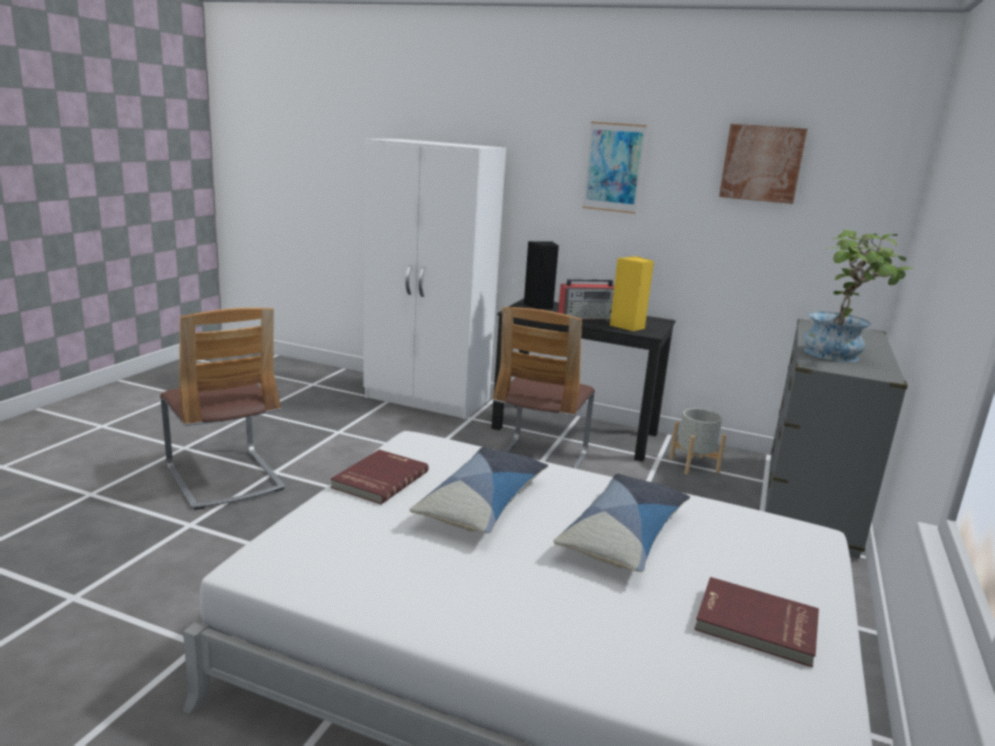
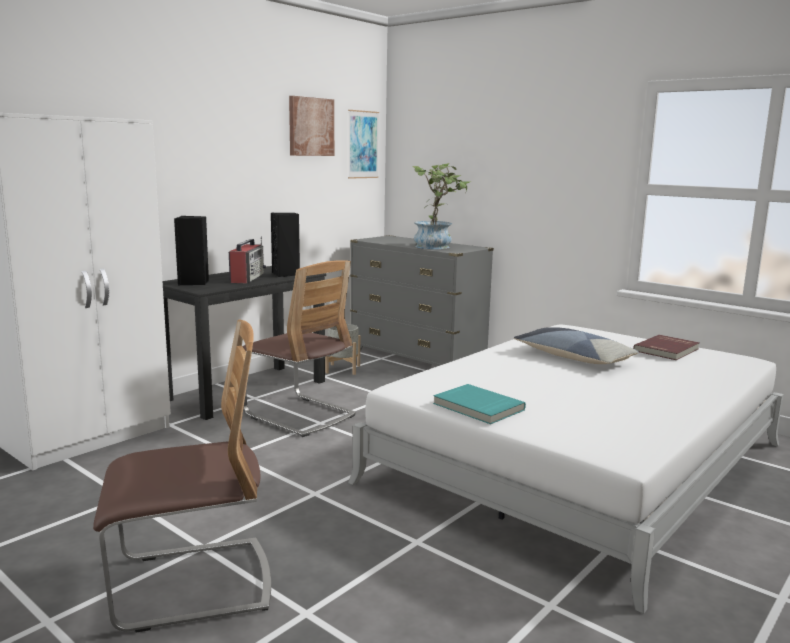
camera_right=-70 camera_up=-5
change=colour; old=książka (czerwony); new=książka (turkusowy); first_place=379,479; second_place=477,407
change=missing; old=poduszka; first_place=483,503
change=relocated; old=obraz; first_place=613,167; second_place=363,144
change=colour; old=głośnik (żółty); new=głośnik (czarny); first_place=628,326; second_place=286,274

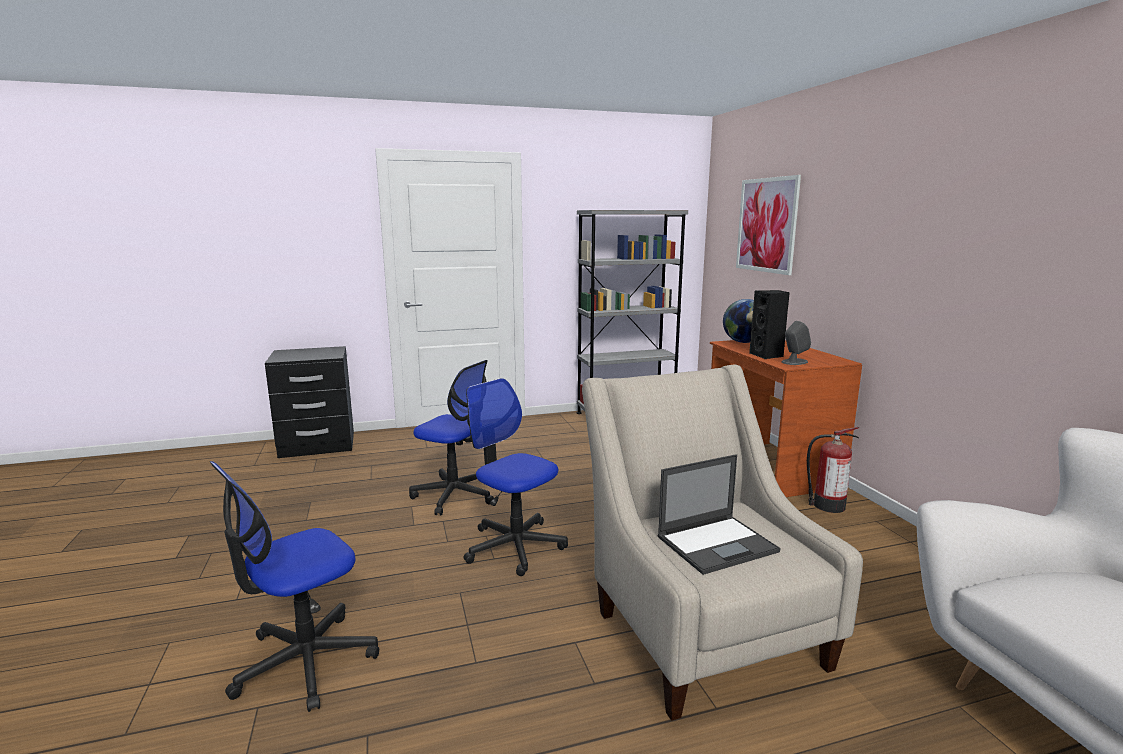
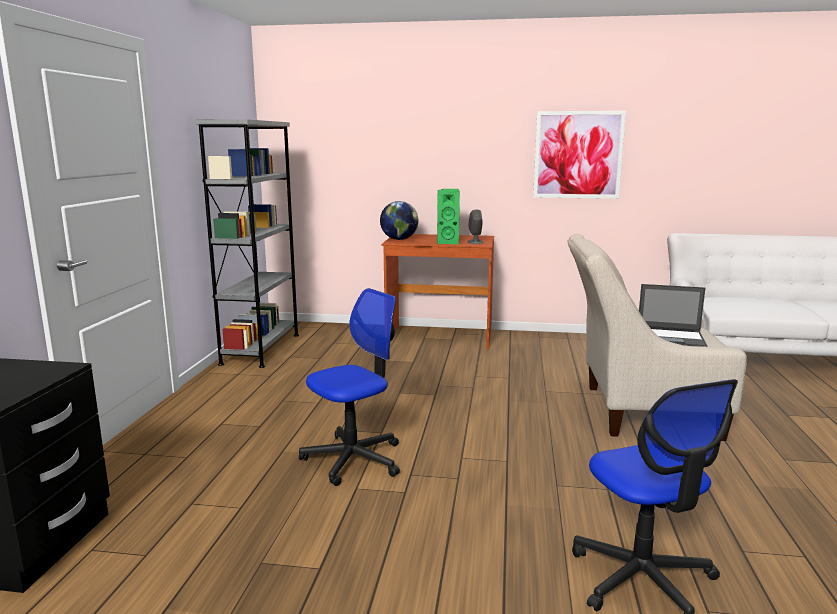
camera_right=-65 camera_up=0
change=missing; old=krzesło biurowe; first_place=514,546
change=spun; old=laptop; first_place=718,544; second_place=671,338; degrees=105
change=relocated; old=obraz; first_place=766,225; second_place=578,155
change=colour; old=głośnik (czarny); new=głośnik (zielony); first_place=767,355; second_place=449,242
change=missing; old=gaśnica; first_place=826,505

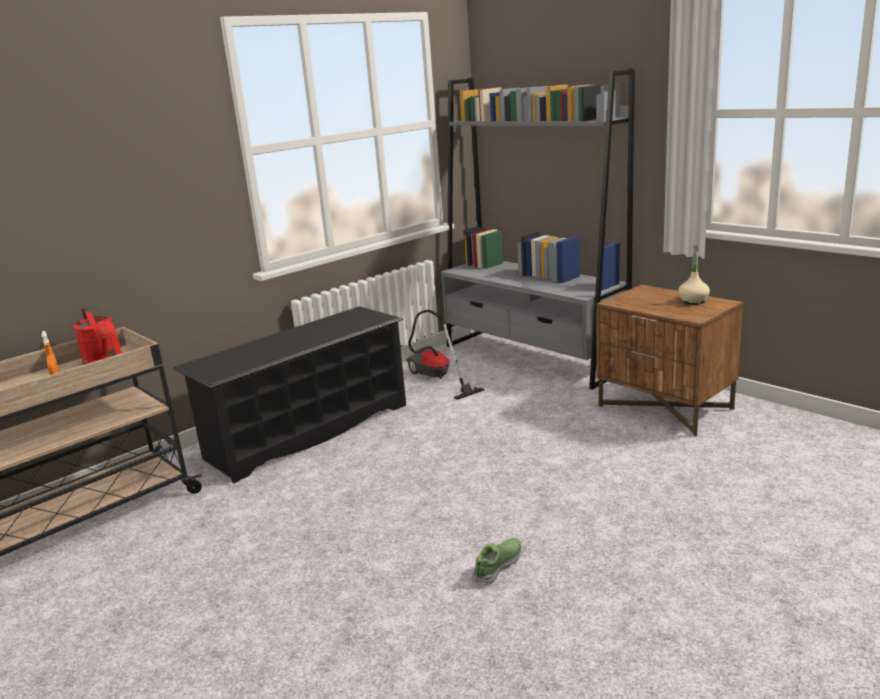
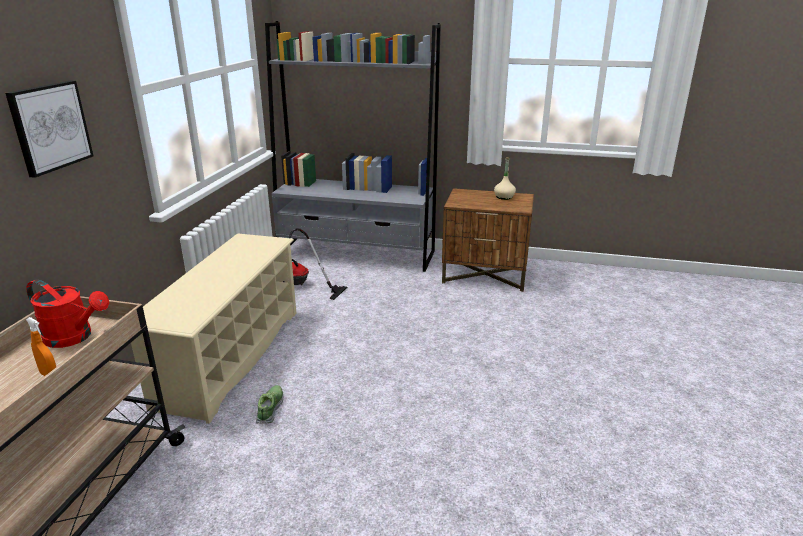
camera_right=-35 camera_up=5
change=colour; old=regał na buty (czarny); new=regał na buty (beżowy); first_place=308,431; second_place=230,356
change=relocated; old=but; first_place=498,566; second_place=270,408
change=appeared; new=obraz; second_place=50,127

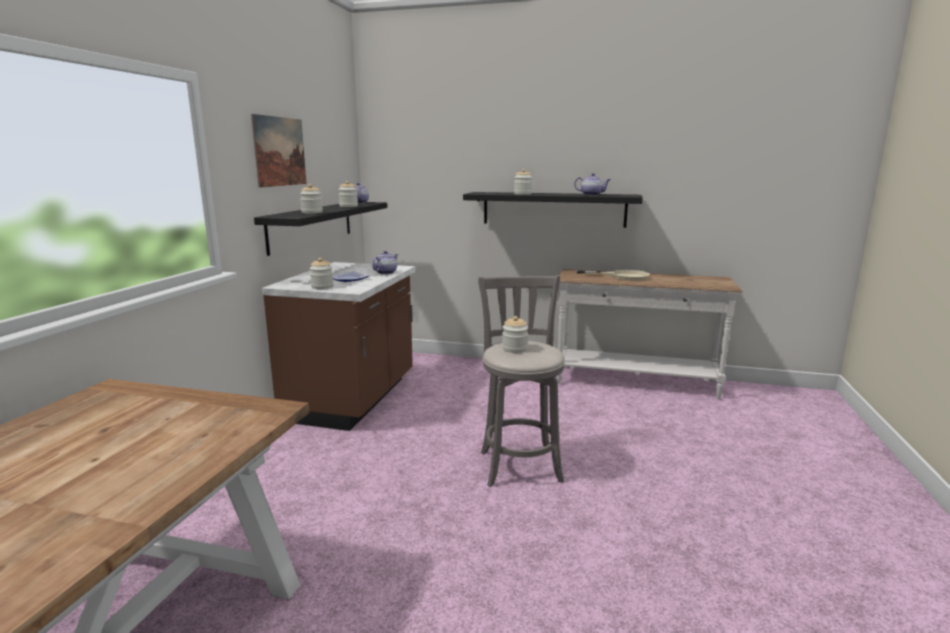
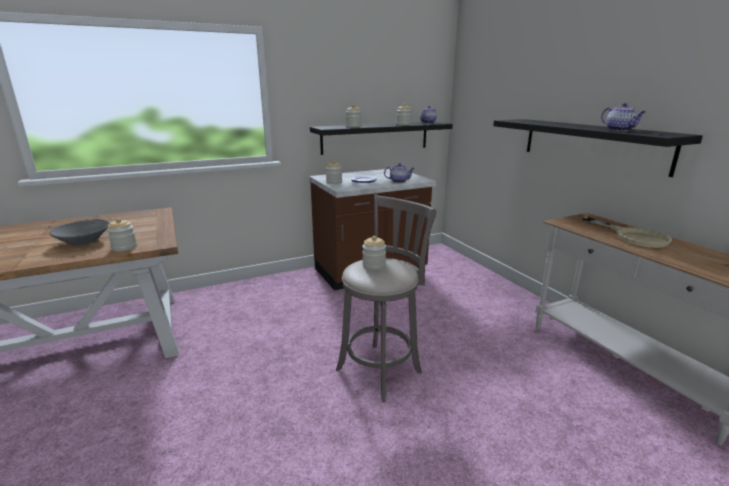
camera_right=50 camera_up=5
change=missing; old=obraz; first_place=280,151
change=relocated; old=słoik; first_place=522,194; second_place=124,247
change=appeared; new=miska (szary); second_place=84,241

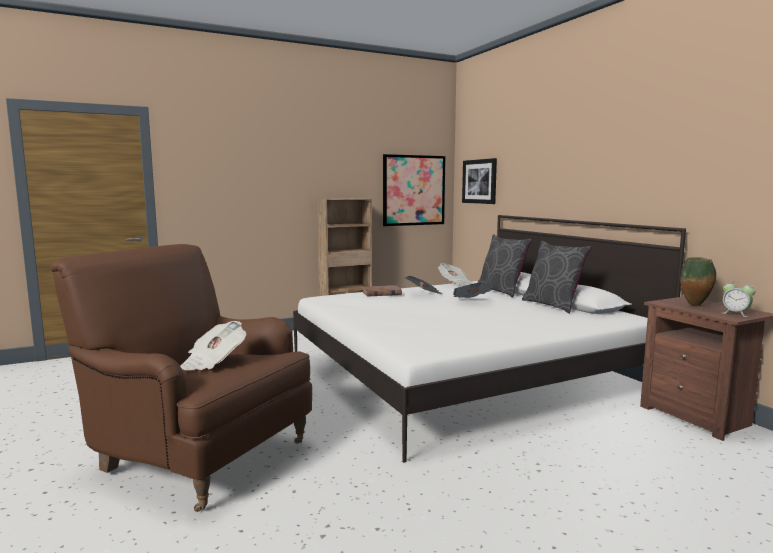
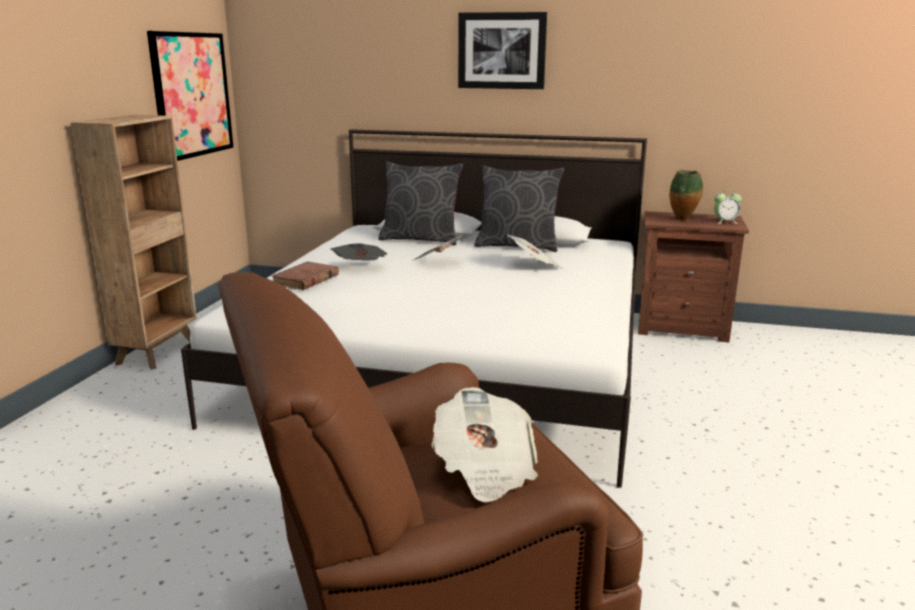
camera_right=-50 camera_up=10
change=relocated; old=gazeta; first_place=454,283; second_place=535,266
change=relocated; old=obraz; first_place=479,181; second_place=501,51

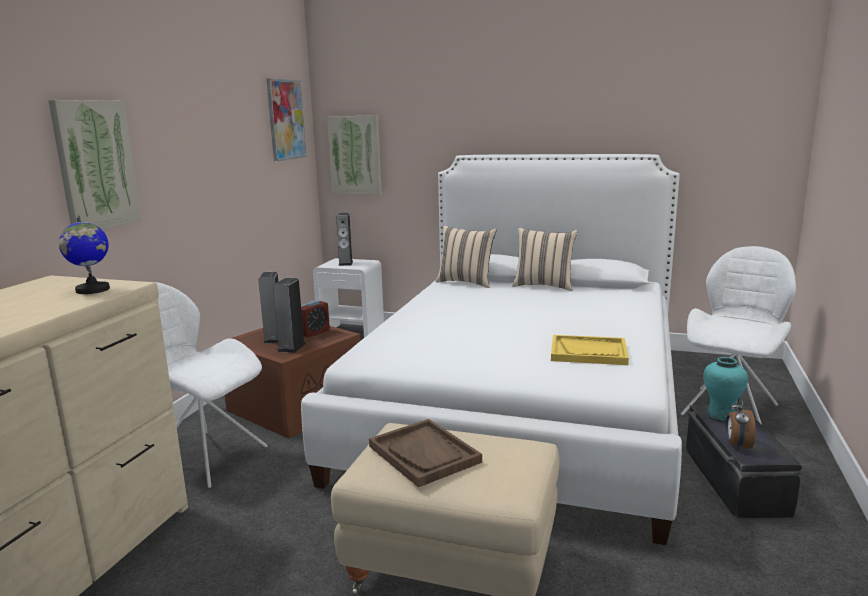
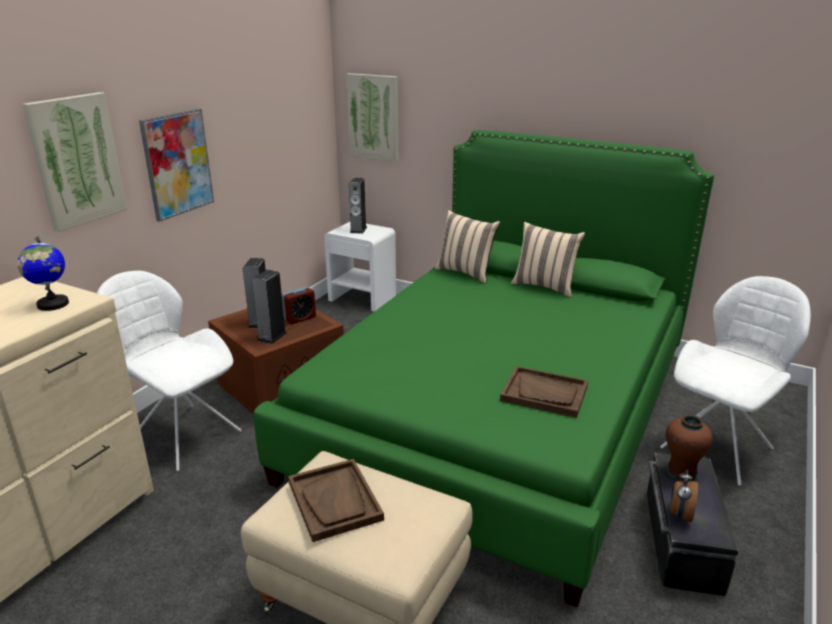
camera_right=10 camera_up=10
change=relocated; old=obraz; first_place=286,120; second_place=177,164
change=colour; old=łóżko (biały); new=łóżko (zielony); first_place=520,406; second_place=497,414
change=colour; old=taca (żółty); new=taca (brązowy); first_place=588,352; second_place=544,393
change=colour; old=wazon (turkusowy); new=wazon (brązowy); first_place=721,416; second_place=681,472

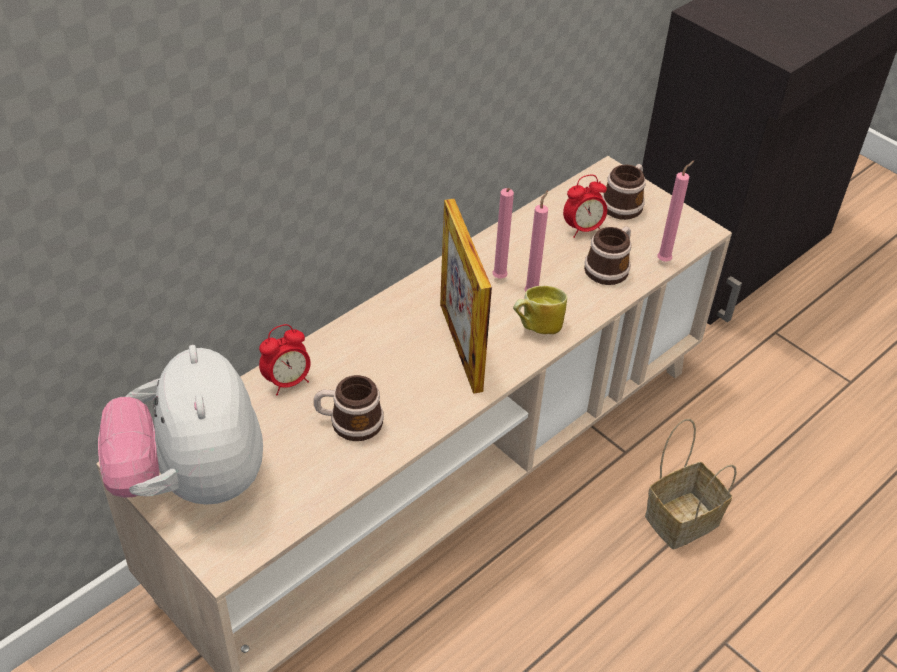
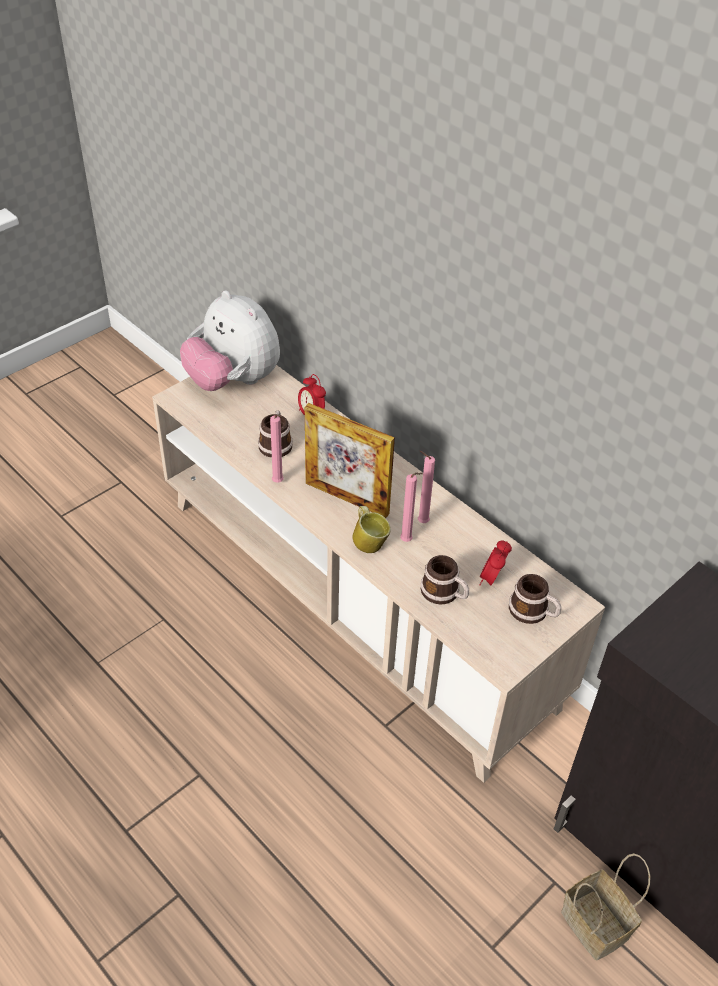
camera_right=90 camera_up=0
change=spun; old=pluszak; first_place=192,480; second_place=233,381; degrees=-120
change=spun; old=ramka na zdjęcie; first_place=460,346; second_place=347,498; degrees=-135
change=spun; old=budzik; first_place=583,229; second_place=492,579; degrees=45
change=relocated; old=koszyk; first_place=683,518; second_place=597,926
change=relocated; old=świeca (różowy); first_place=665,260; second_place=278,483

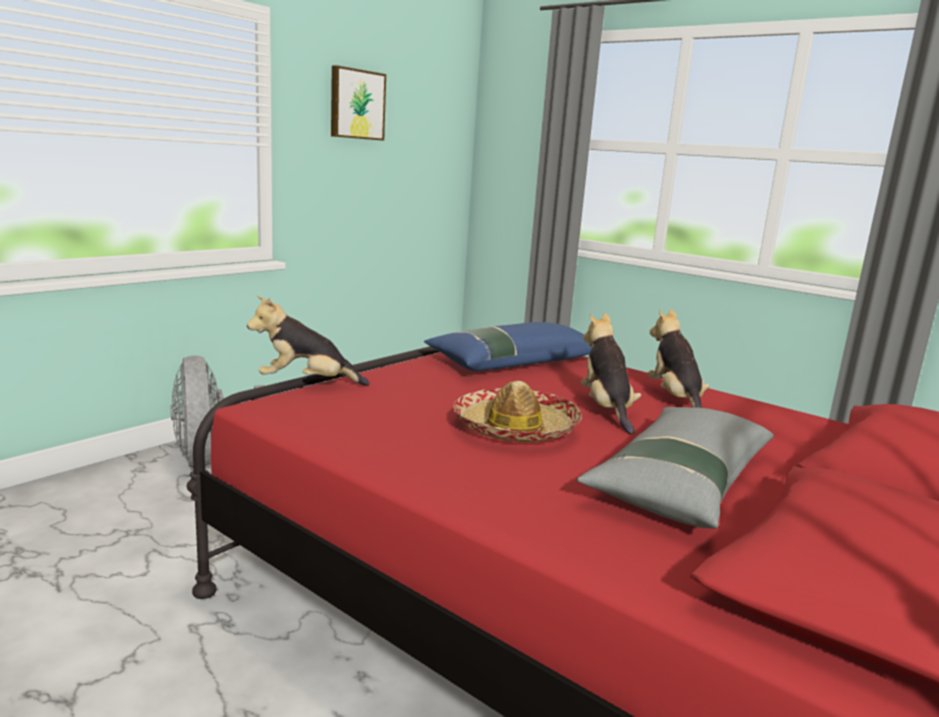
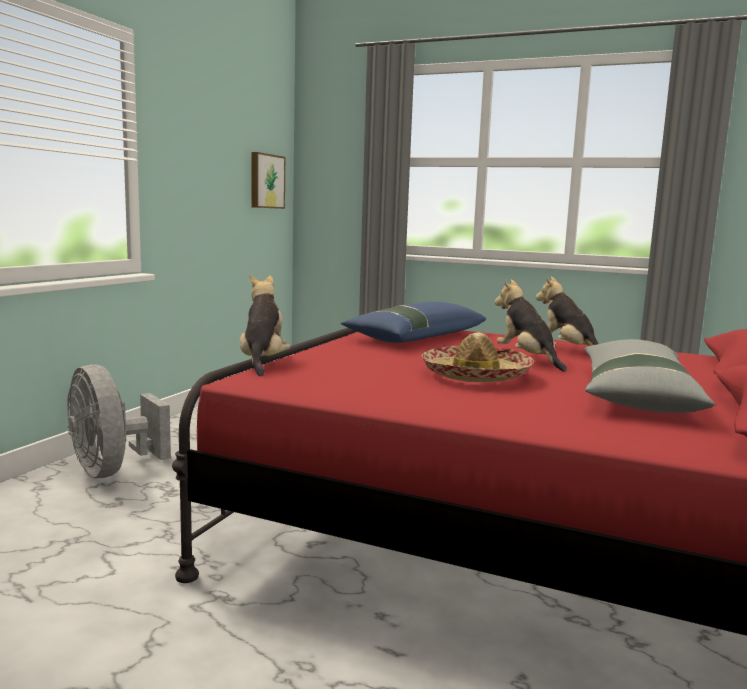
camera_right=-15 camera_up=-5
change=spun; old=pluszak; first_place=306,383; second_place=263,362; degrees=105
change=relocated; old=obraz; first_place=356,104; second_place=266,181

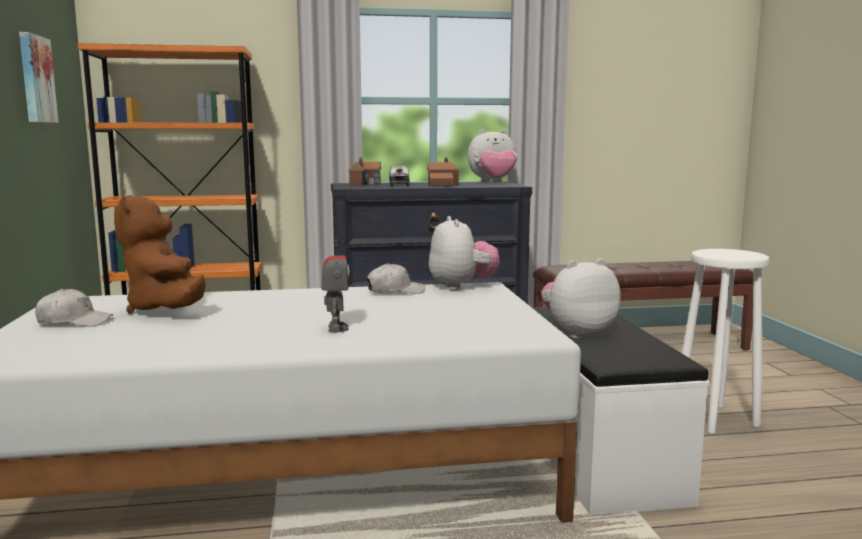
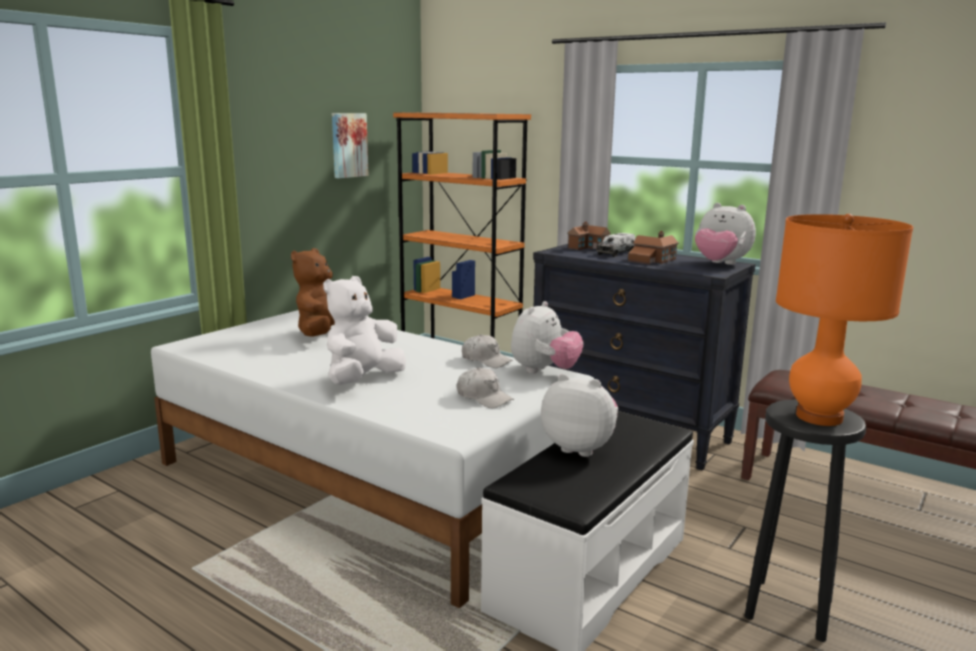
camera_right=45 camera_up=5
change=relocated; old=czapka z daszkiem (biały); first_place=74,321; second_place=484,397
change=exchanged; old=robot zabawkowy; new=pluszak (biały); first_place=336,328; second_place=363,380
change=colour; old=stołek (biały); new=stołek (czarny); first_place=716,418; second_place=788,609
change=appeared; new=lampa stołowa (pomarańczowy); second_place=818,417

